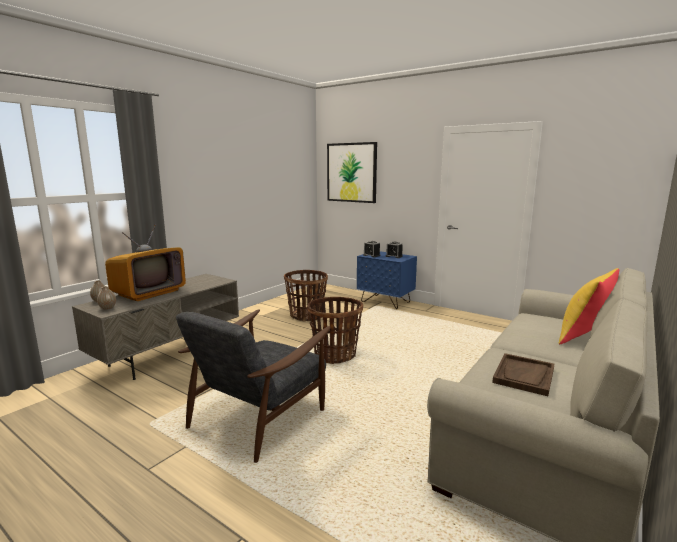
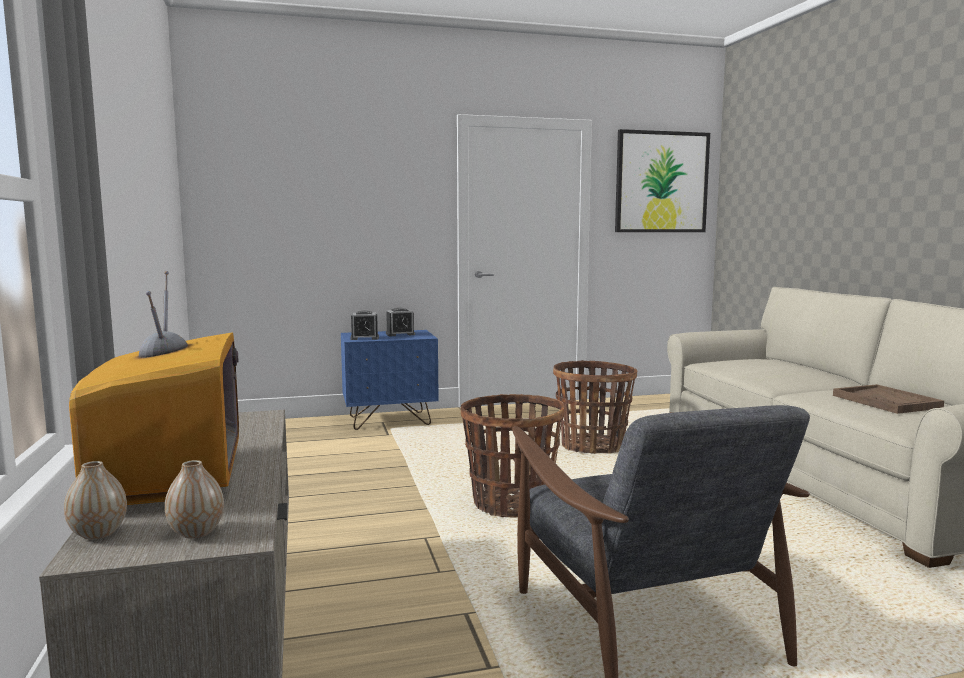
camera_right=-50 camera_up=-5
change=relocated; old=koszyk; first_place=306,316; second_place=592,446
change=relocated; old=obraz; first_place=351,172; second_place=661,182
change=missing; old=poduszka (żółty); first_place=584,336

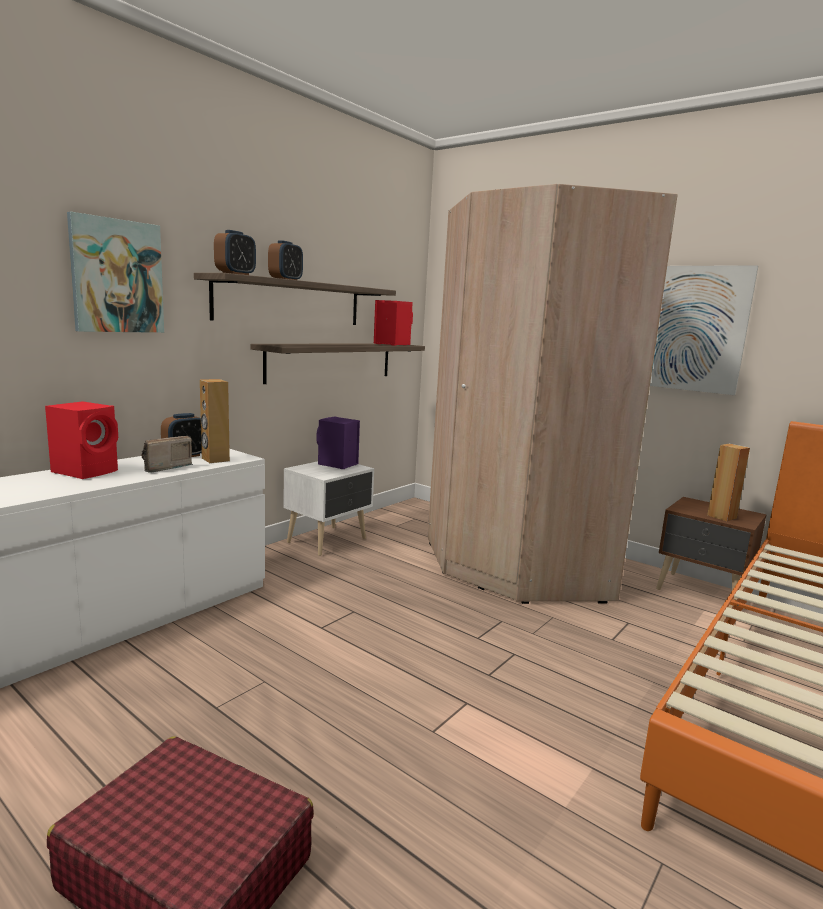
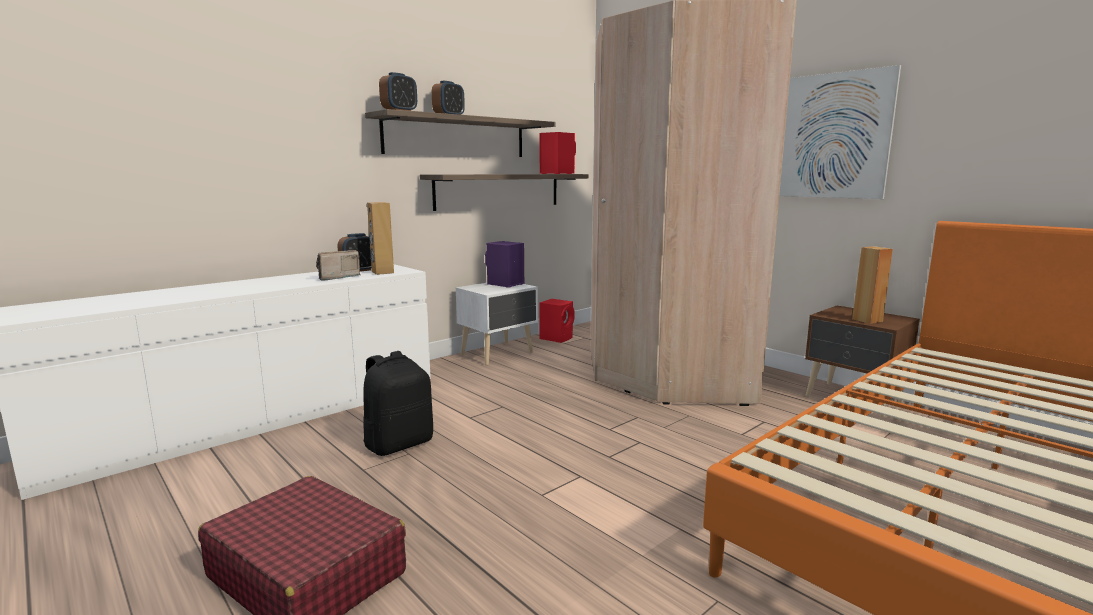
camera_right=10 camera_up=0
change=relocated; old=głośnik (czerwony); first_place=87,471; second_place=557,338
change=missing; old=obraz; first_place=117,276
change=appeared; new=plecak (czarny); second_place=399,444

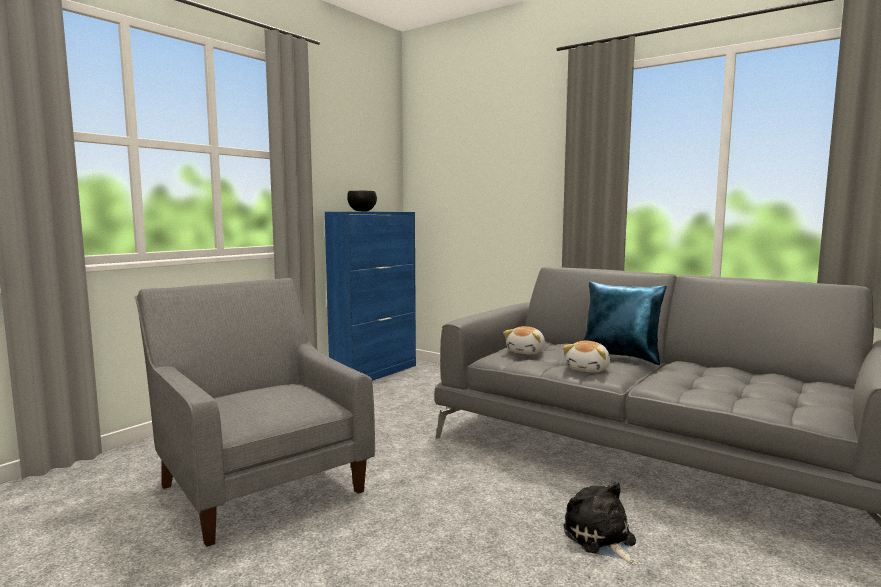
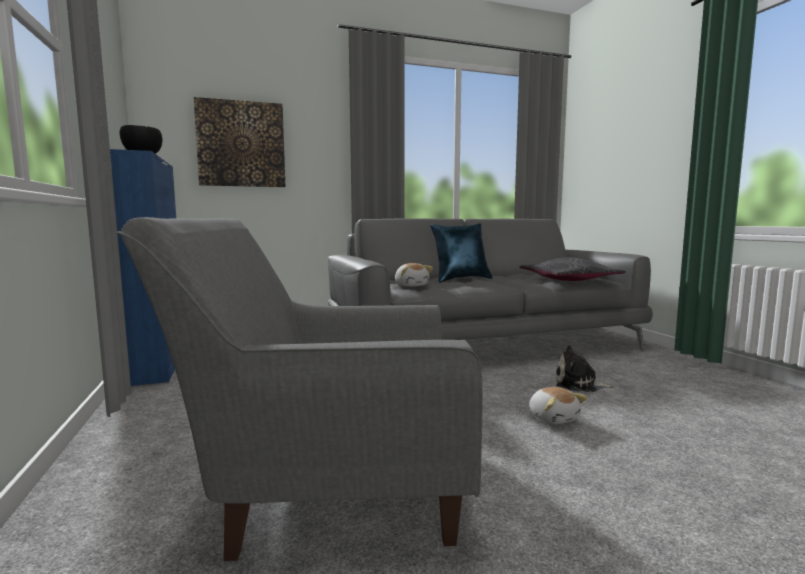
camera_right=-55 camera_up=0
change=relocated; old=pluszak; first_place=589,369; second_place=553,418
change=appeared; new=obraz; second_place=241,144
change=appeared; new=poduszka (szary); second_place=568,280

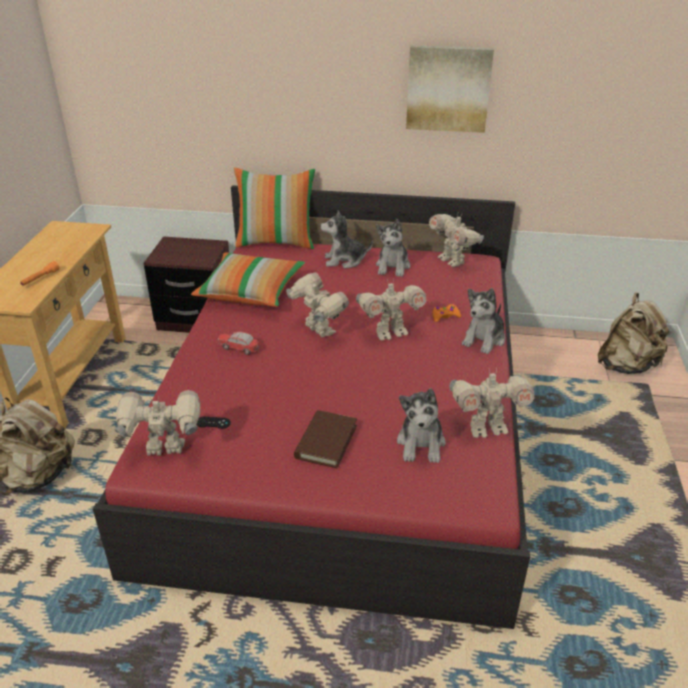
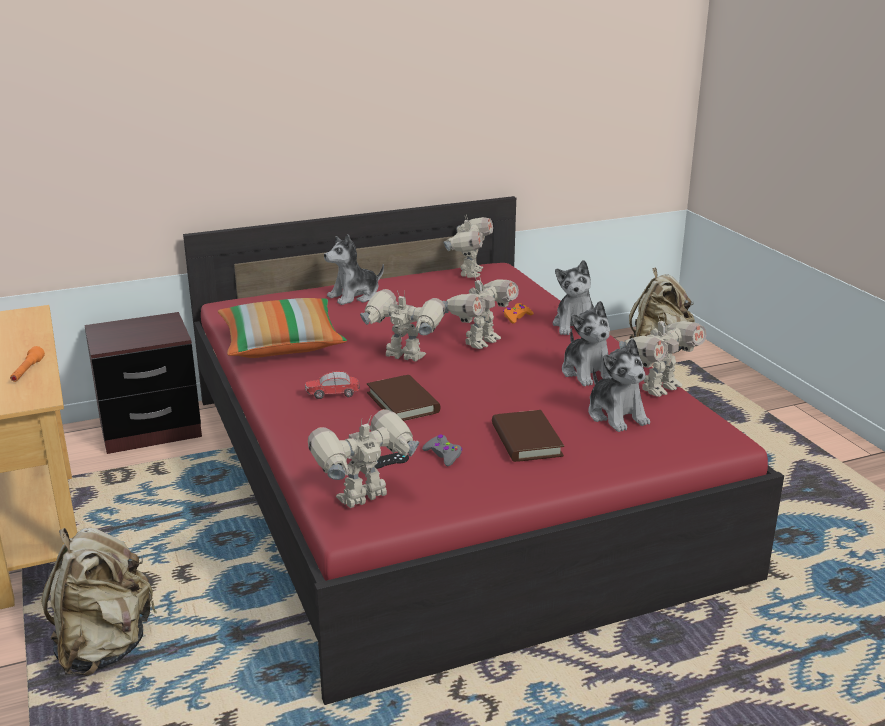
camera_right=-30 camera_up=-10
change=missing; old=poduszka; first_place=276,242
change=relocated; old=pluszak; first_place=393,266; second_place=587,372
change=missing; old=obraz; first_place=448,88
change=spun; old=robot zabawkowy; first_place=452,261; second_place=469,273; degrees=-105
change=appeared; new=książka (brązowy); second_place=403,402
change=appeared; new=pad do gier (szary); second_place=443,455

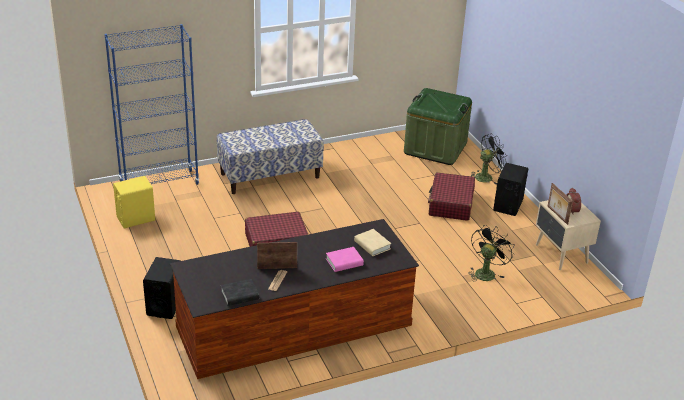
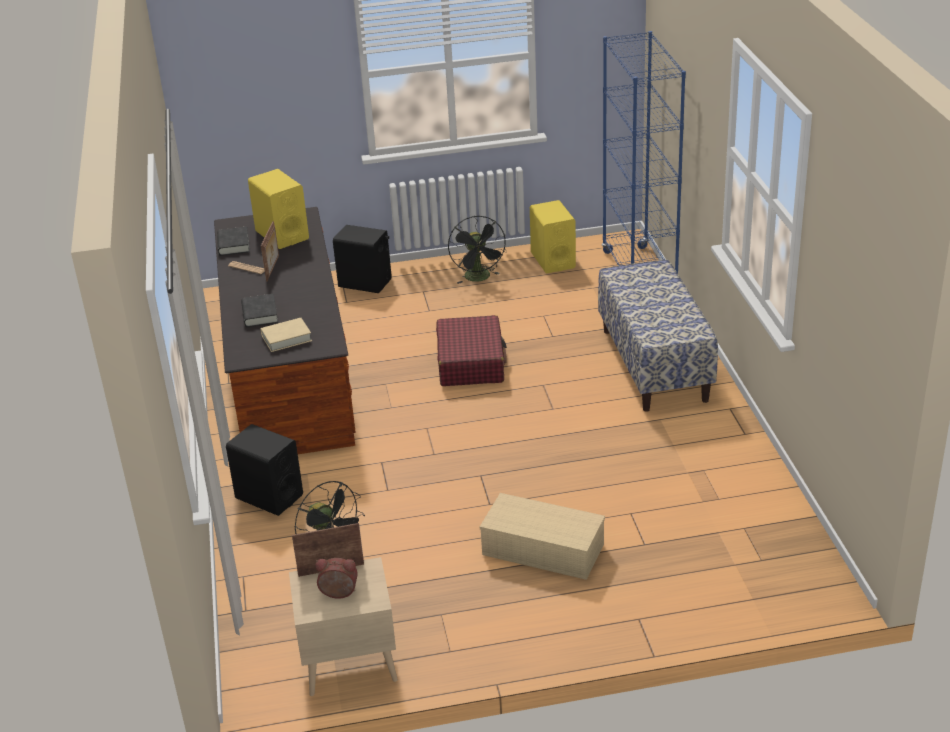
camera_right=105 camera_up=0
change=colour; old=książka (różowy); new=książka (czarny); first_place=344,262; second_place=260,314
change=missing; old=pojemnik do przechowywania (zielony); first_place=435,148
change=exchanged; old=walizka (czerwony); new=pojemnik do przechowywania (beżowy); first_place=450,204; second_place=541,550
change=relocated; old=wentylator (czarny); first_place=487,177; second_place=479,278
change=relocated; old=głośnik (czarny); first_place=508,205; second_place=269,496
change=appeared; new=głośnik (żółty); second_place=282,235

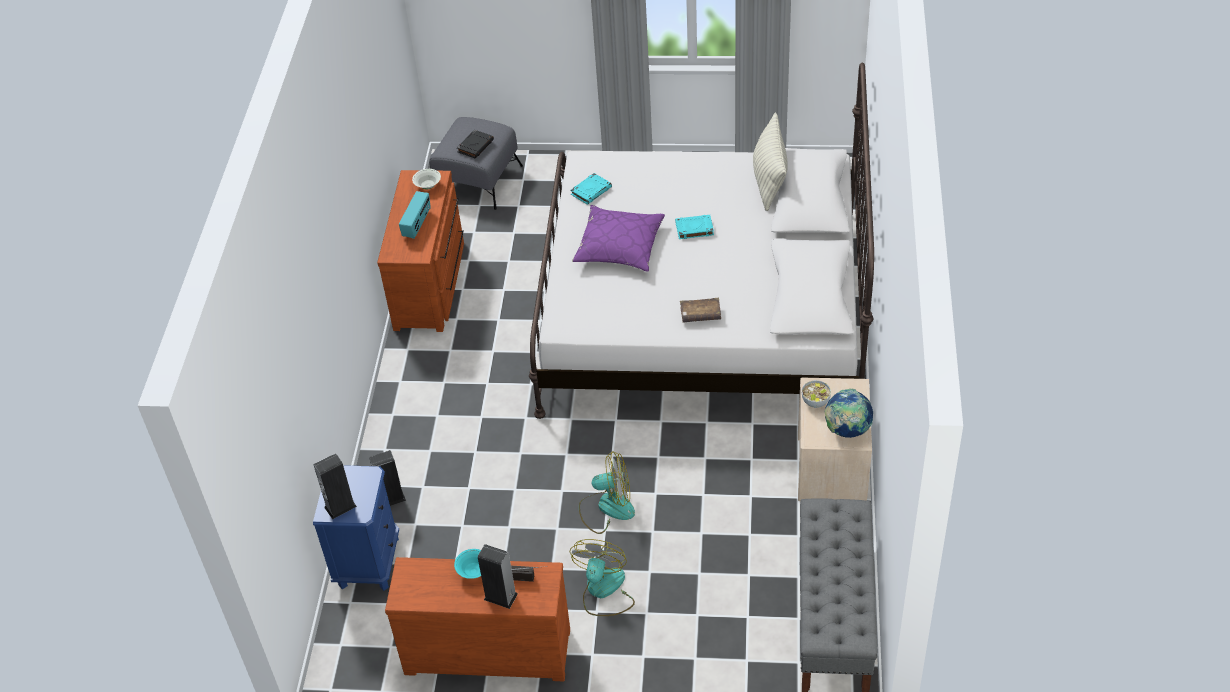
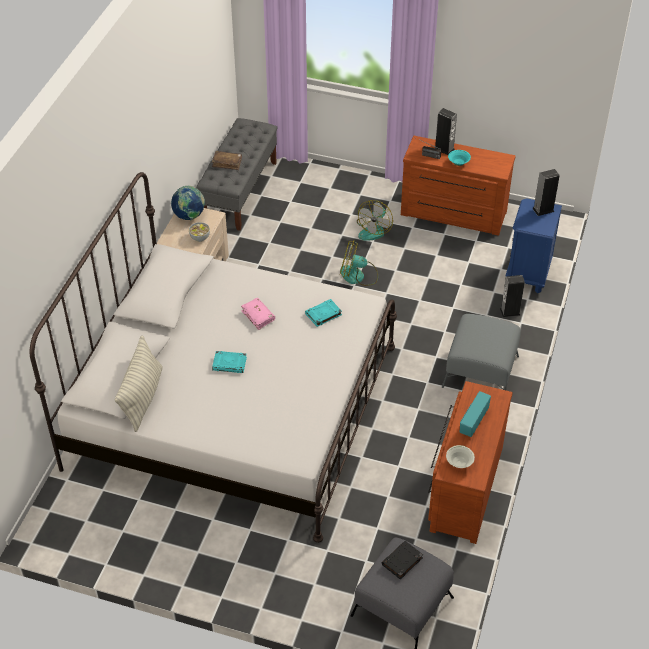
camera_right=-170 camera_up=0
change=relocated; old=książka (turkusowy); first_place=591,191; second_place=323,314
change=missing; old=poduszka (fioletowy); first_place=619,246
change=relocated; old=książka (brązowy); first_place=700,315; second_place=227,163
change=appeared; new=książka (różowy); second_place=258,316
change=appeared; new=pufa (szary); second_place=481,371

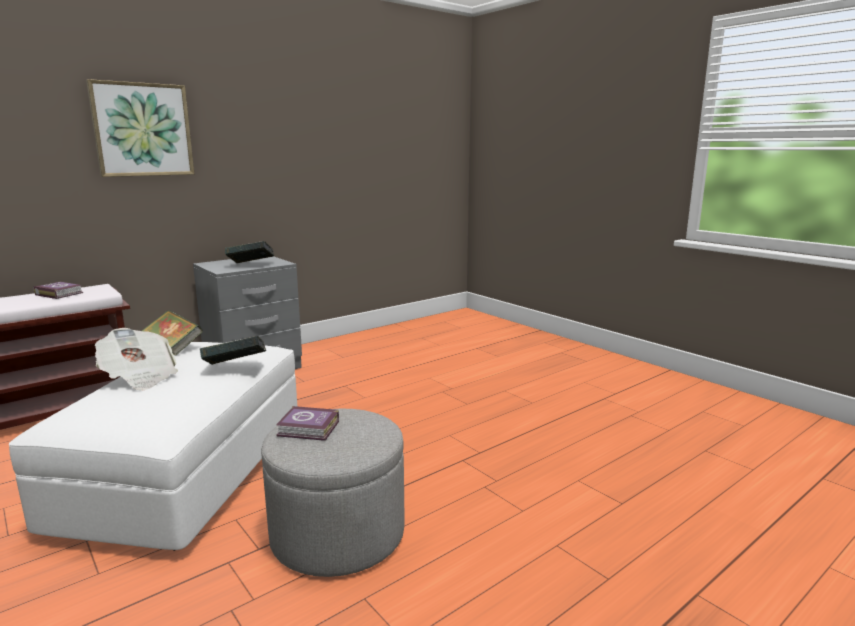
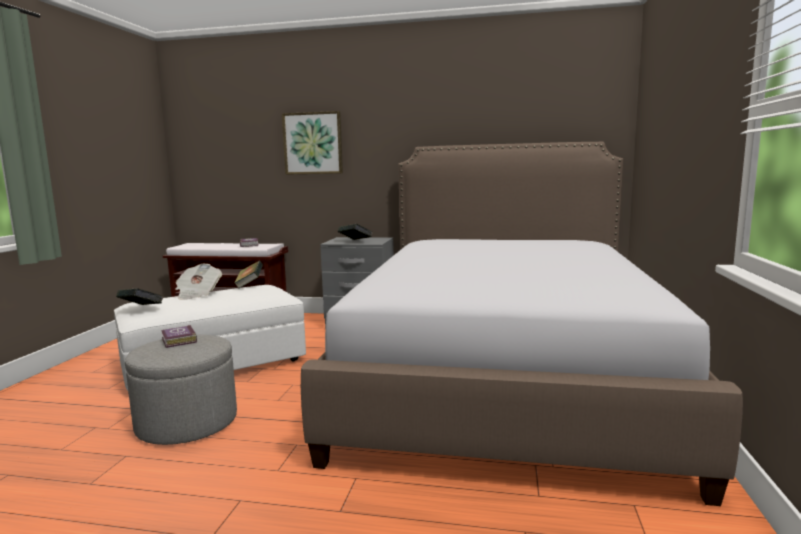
camera_right=50 camera_up=-5
change=relocated; old=książka; first_place=235,367; second_place=141,309
change=appeared; new=łóżko; second_place=503,376

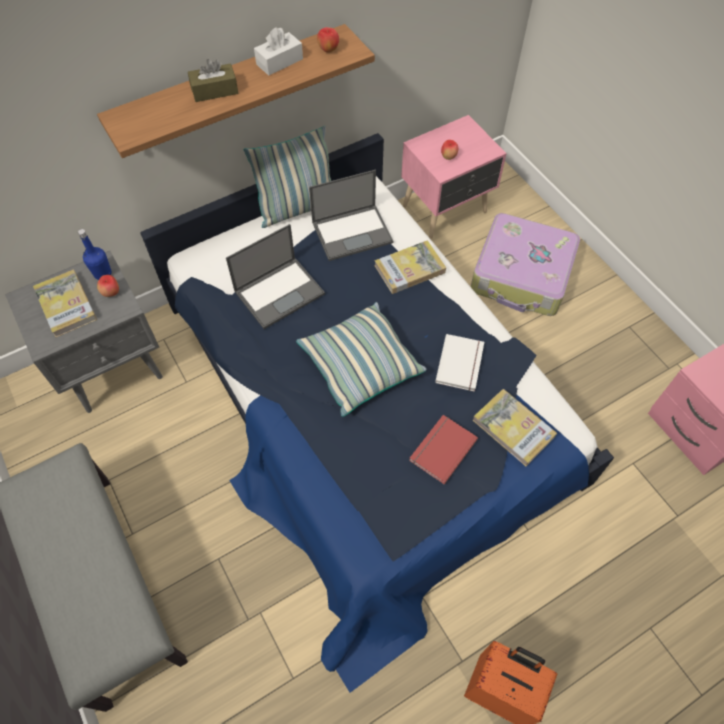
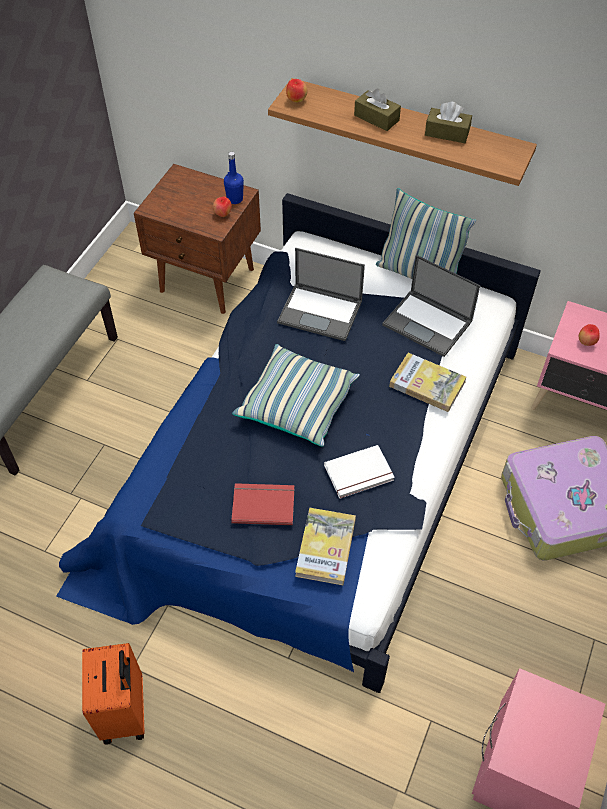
camera_right=55 camera_up=-5
change=colour; old=szafka nocna (szary); new=szafka nocna (brązowy); first_place=114,367; second_place=208,281
change=missing; old=książka; first_place=66,305
change=colour; old=pudełko chusteczek (biały); new=pudełko chusteczek (brązowy); first_place=279,61; second_place=447,133
change=relocated; old=jabłko; first_place=328,50; second_place=296,100

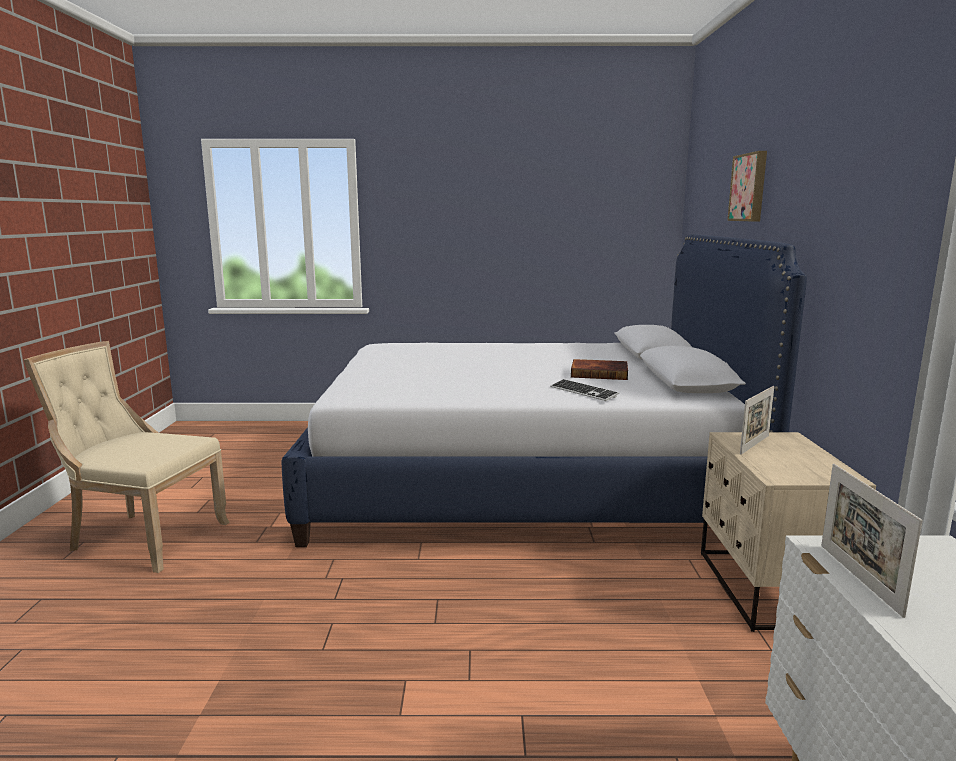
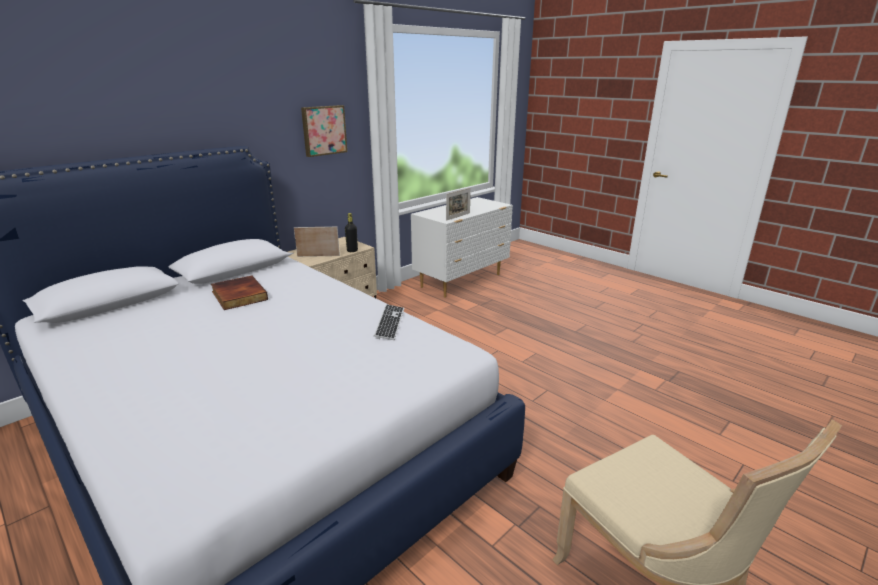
camera_right=-135 camera_up=10
change=relocated; old=klawiatura; first_place=583,392; second_place=390,323
change=relocated; old=obraz; first_place=750,187; second_place=323,130
change=appeared; new=butelka (czarny); second_place=352,250

